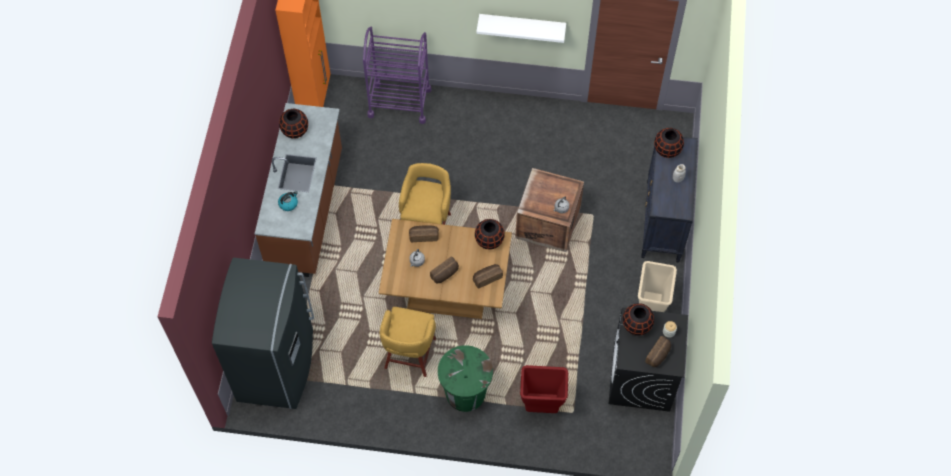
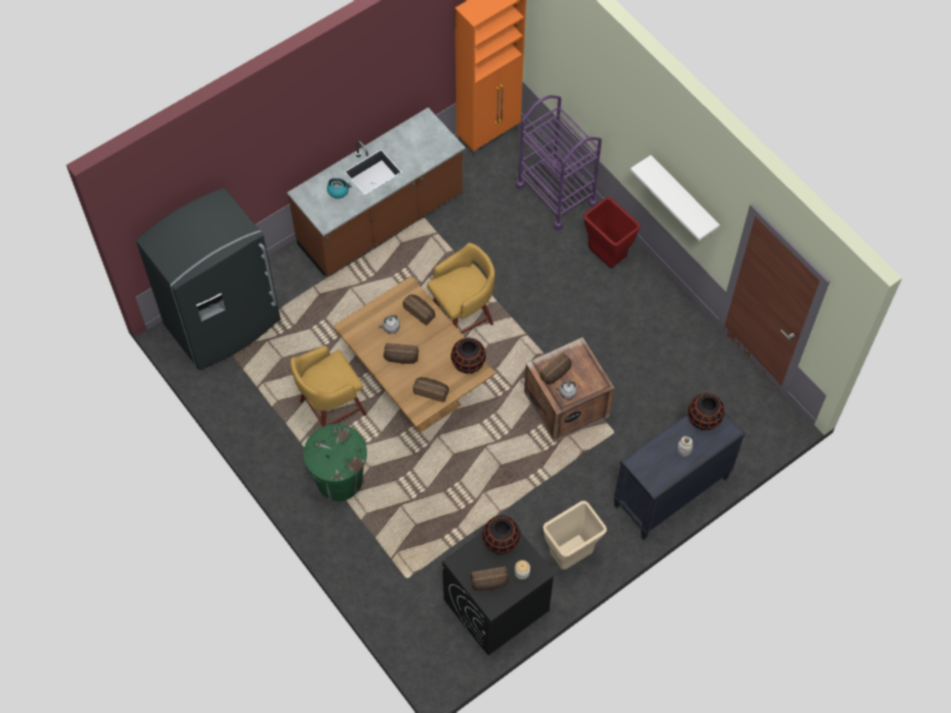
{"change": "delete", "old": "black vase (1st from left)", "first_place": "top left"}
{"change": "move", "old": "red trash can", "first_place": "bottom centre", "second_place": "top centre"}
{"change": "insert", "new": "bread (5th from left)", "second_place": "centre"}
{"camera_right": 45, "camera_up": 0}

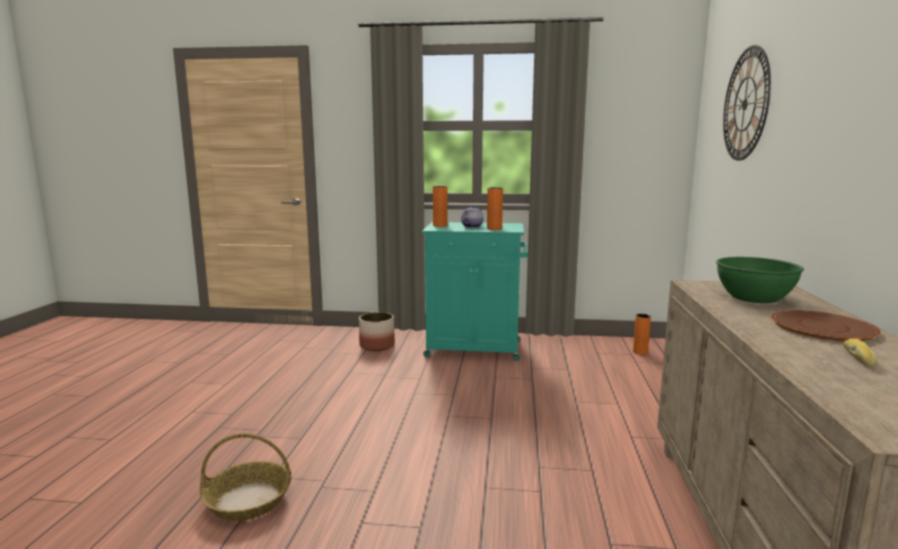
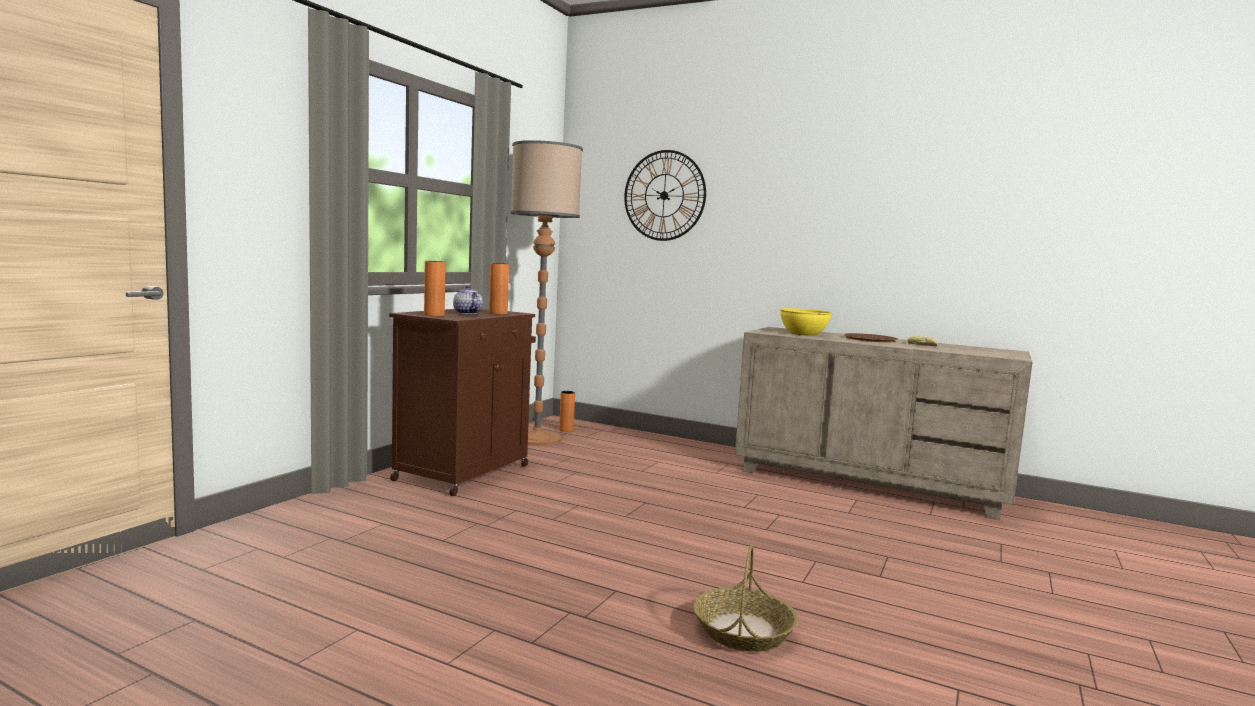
{"change": "recolor", "old": "turquoise cabinet", "new": "brown cabinet", "first_place": "centre", "second_place": "centre"}
{"change": "recolor", "old": "green bowl", "new": "yellow bowl", "first_place": "middle right", "second_place": "centre"}
{"change": "delete", "old": "planter", "first_place": "centre"}
{"change": "insert", "new": "floor lamp", "second_place": "centre"}
{"camera_right": -70, "camera_up": -5}

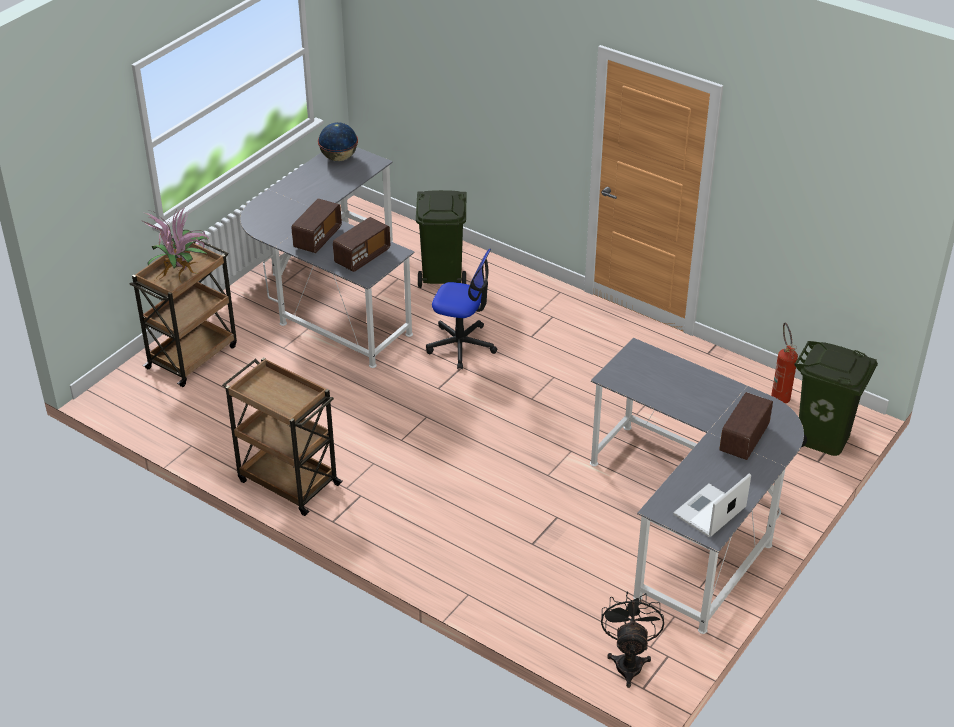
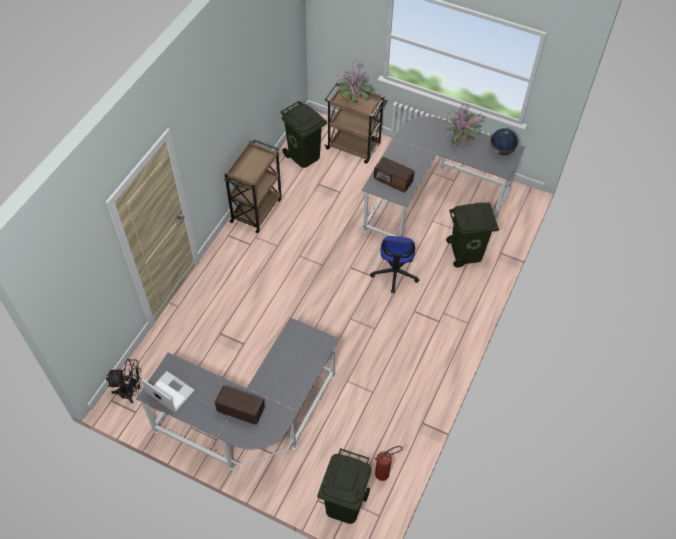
{"change": "delete", "old": "radio (1st from left)", "first_place": "top left"}
{"change": "insert", "new": "green trash can (1st from left)", "second_place": "top centre"}
{"change": "insert", "new": "potted plant (2nd from left)", "second_place": "top right"}
{"camera_right": 80, "camera_up": 15}

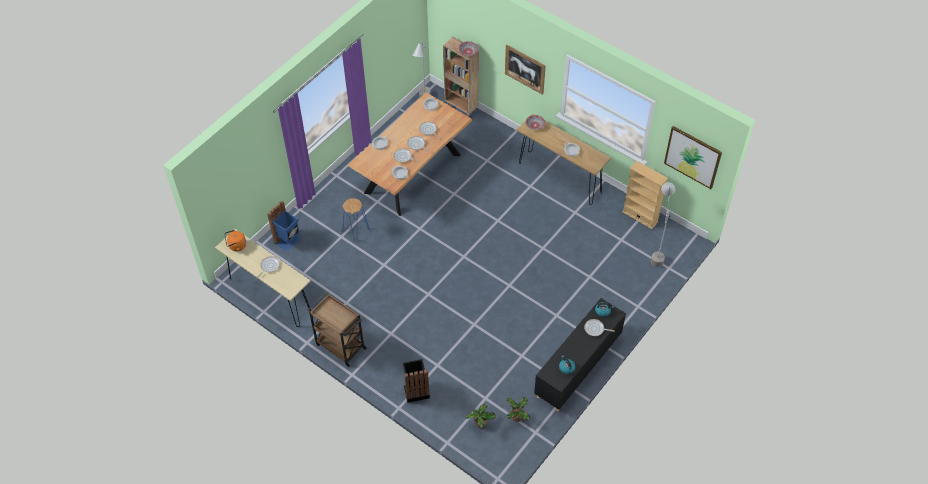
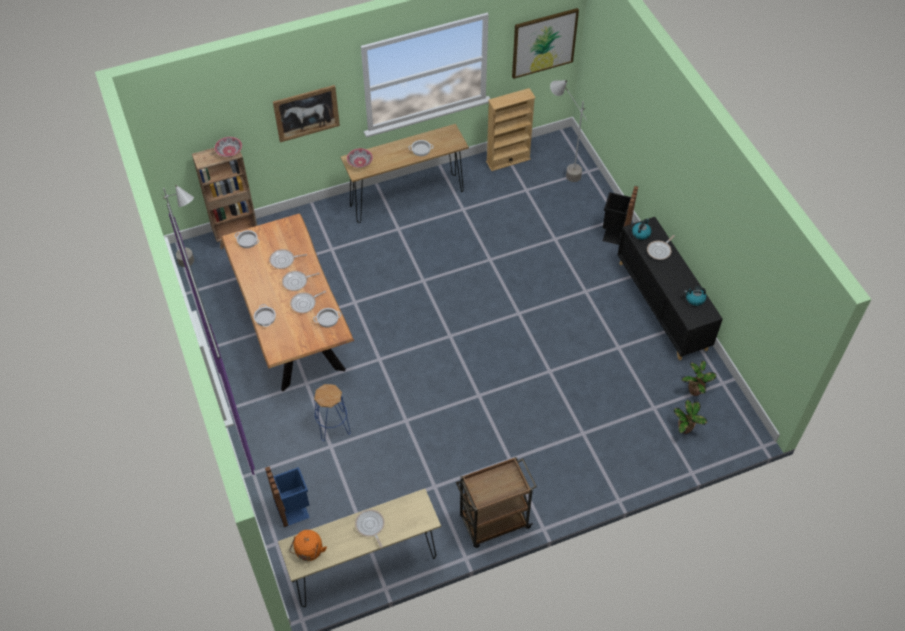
{"change": "move", "old": "black trash can", "first_place": "bottom centre", "second_place": "middle right"}
{"camera_right": -60, "camera_up": 0}

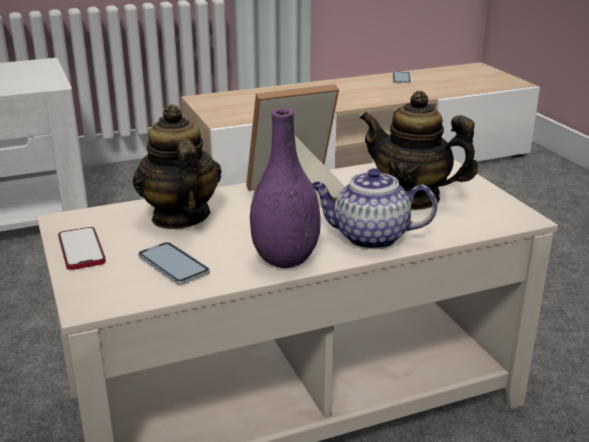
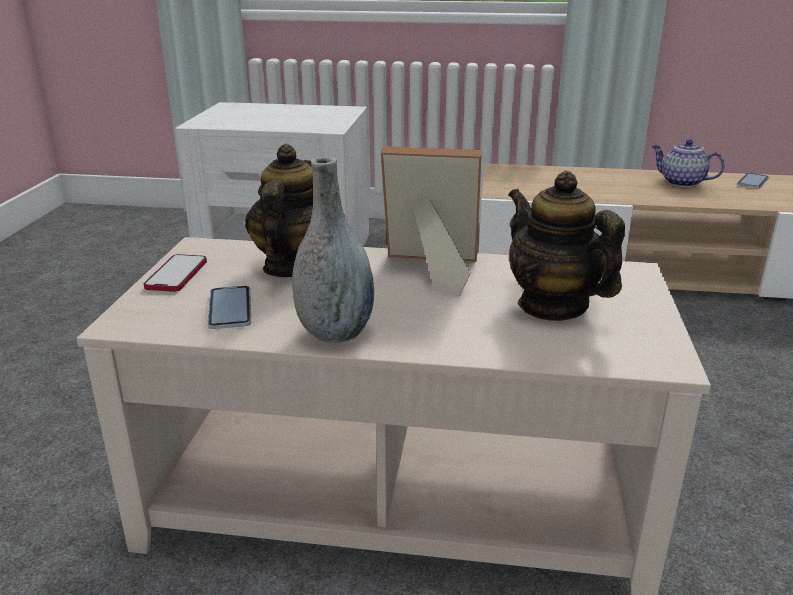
{"change": "recolor", "old": "purple vase", "new": "grey vase", "first_place": "centre", "second_place": "centre"}
{"change": "move", "old": "teapot (2nd from left in the first image)", "new": "teapot (3rd from left)", "first_place": "centre", "second_place": "top right"}
{"camera_right": 30, "camera_up": 0}

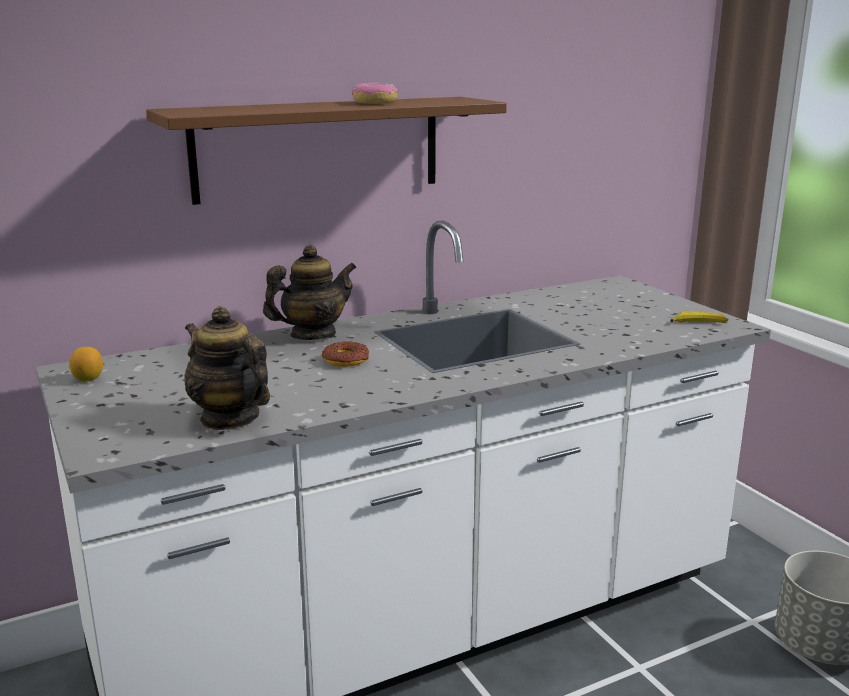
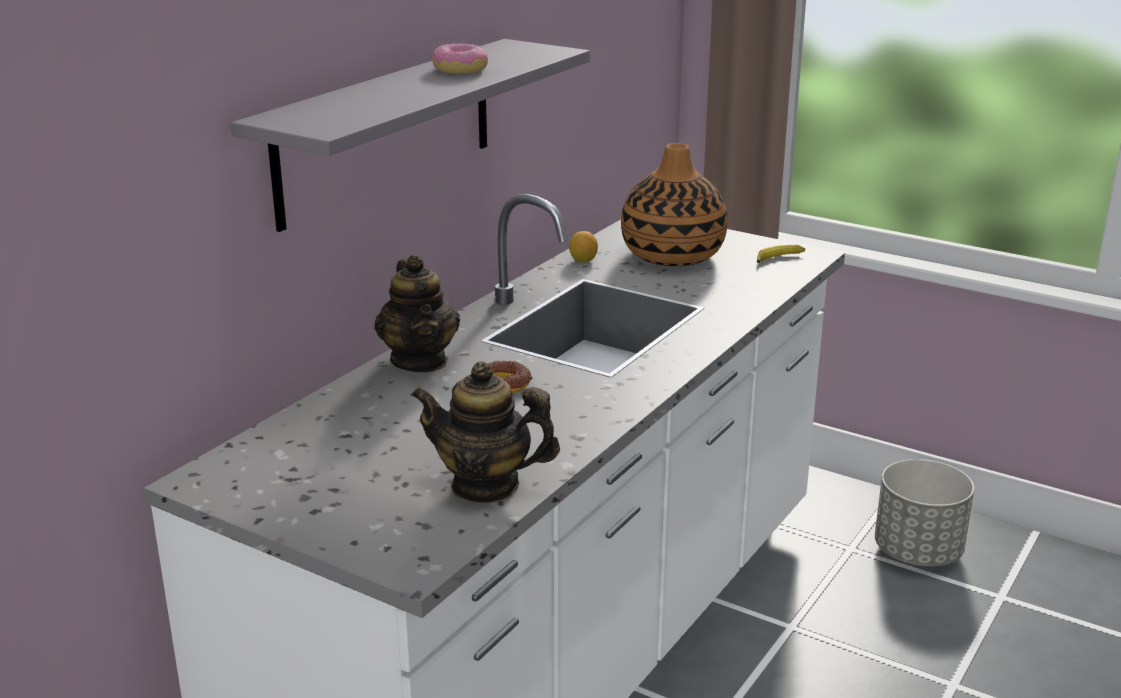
{"change": "recolor", "old": "brown shelf", "new": "grey shelf", "first_place": "top centre", "second_place": "top centre"}
{"change": "rotate", "old": "teapot (2nd from left in the first image)", "first_place": "centre", "second_place": "centre", "degrees": 135}
{"change": "move", "old": "lemon", "first_place": "middle left", "second_place": "centre"}
{"change": "insert", "new": "vase", "second_place": "top centre"}
{"camera_right": -30, "camera_up": 5}

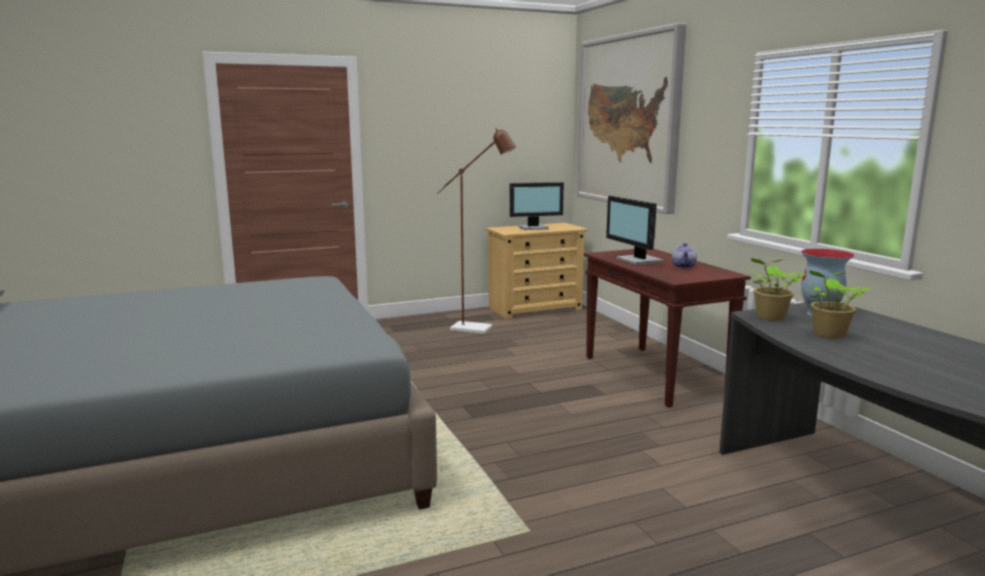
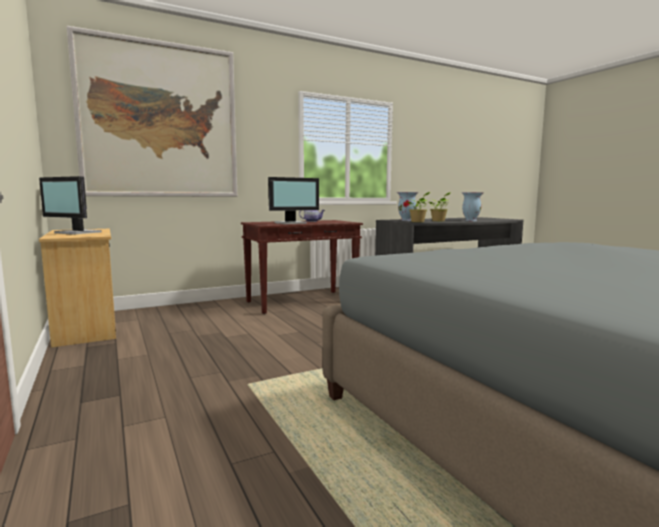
{"change": "delete", "old": "brown floor lamp", "first_place": "centre"}
{"change": "rotate", "old": "monitor (1st from left)", "first_place": "centre", "second_place": "middle left", "degrees": 135}
{"change": "insert", "new": "vase (2nd from left)", "second_place": "middle right"}
{"camera_right": -95, "camera_up": -5}

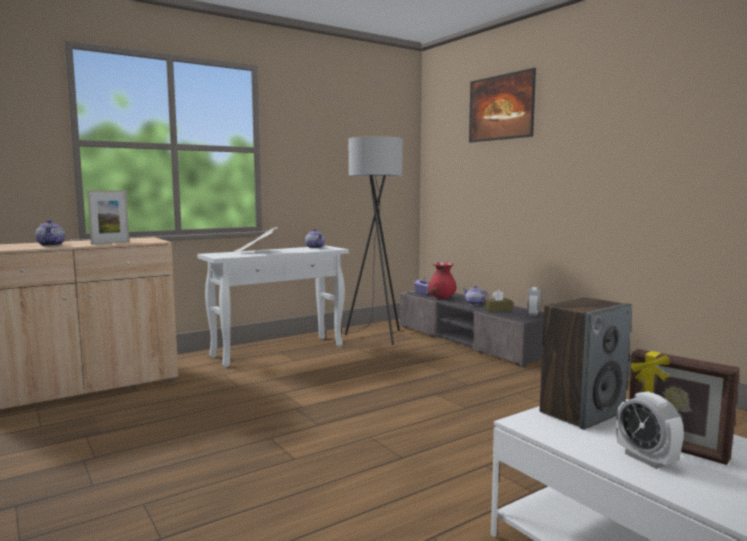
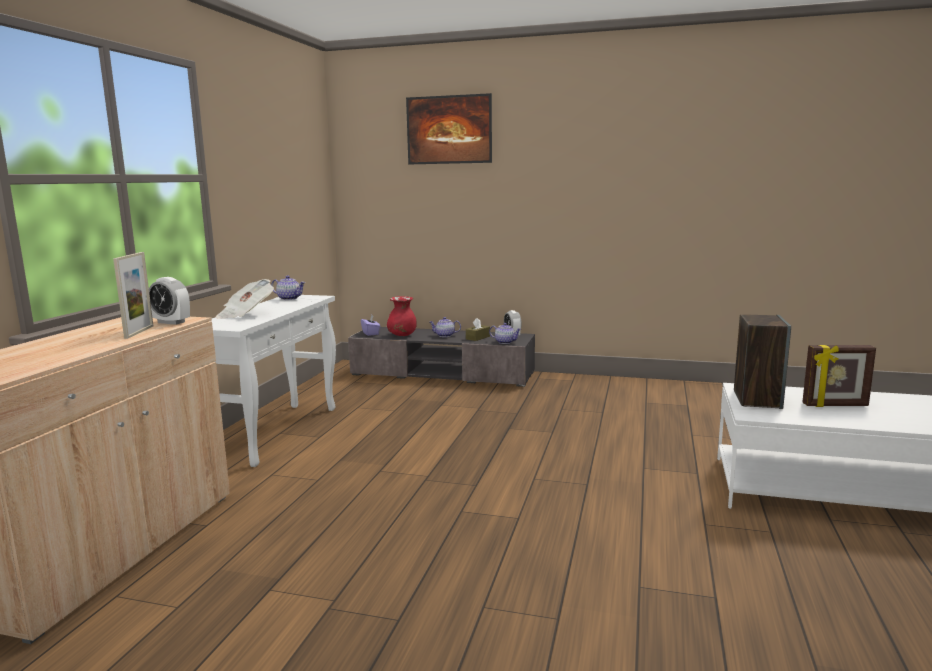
{"change": "delete", "old": "grey floor lamp", "first_place": "centre"}
{"change": "move", "old": "teapot (1st from left in the first image)", "new": "teapot (3rd from left)", "first_place": "middle left", "second_place": "centre"}
{"change": "move", "old": "alarm clock (2nd from left in the first image)", "new": "alarm clock (1st from left)", "first_place": "bottom right", "second_place": "middle left"}
{"camera_right": -40, "camera_up": 5}

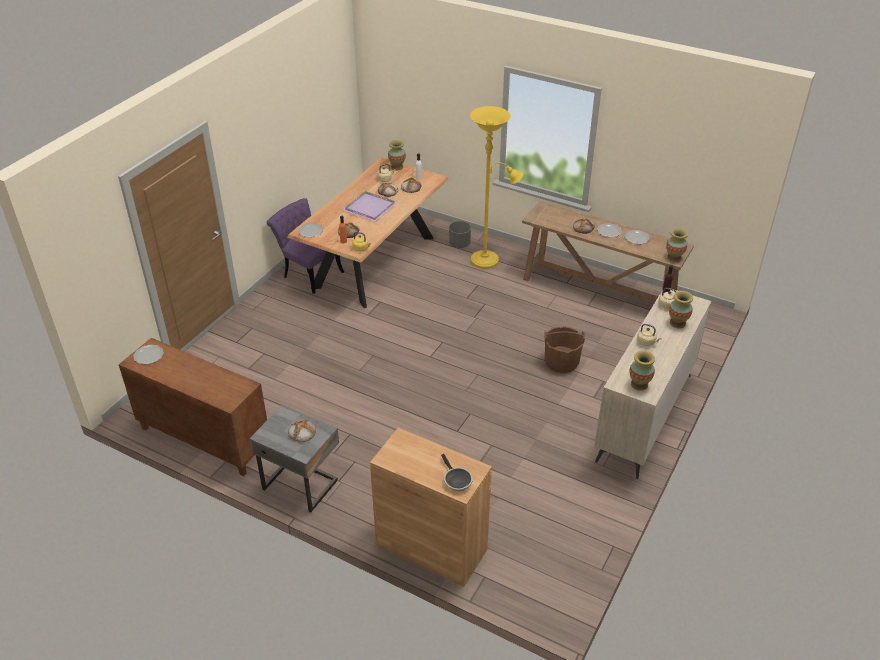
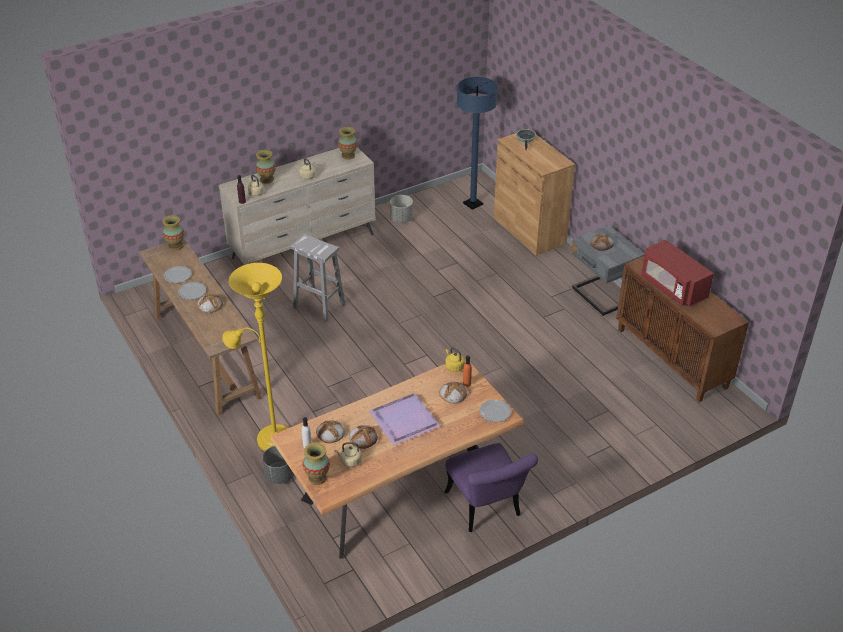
{"change": "replace", "old": "brown bucket", "new": "white stool", "first_place": "centre", "second_place": "centre"}
{"change": "delete", "old": "plate (1st from left)", "first_place": "middle left"}
{"change": "insert", "new": "blue floor lamp", "second_place": "top centre"}
{"change": "insert", "new": "grey planter (2nd from left)", "second_place": "top centre"}
{"change": "insert", "new": "red microwave", "second_place": "middle right"}
{"camera_right": -150, "camera_up": 0}

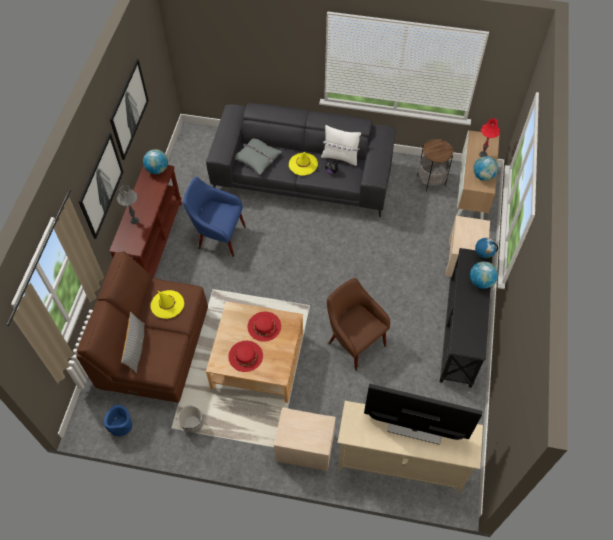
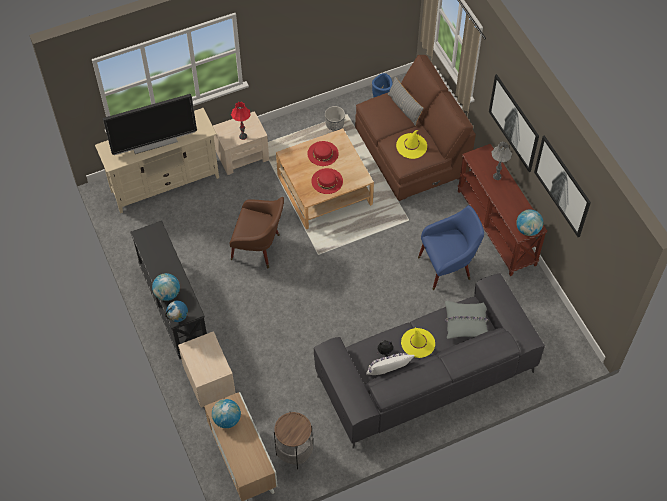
{"change": "move", "old": "red table lamp", "first_place": "top right", "second_place": "top centre"}
{"camera_right": 145, "camera_up": 0}

